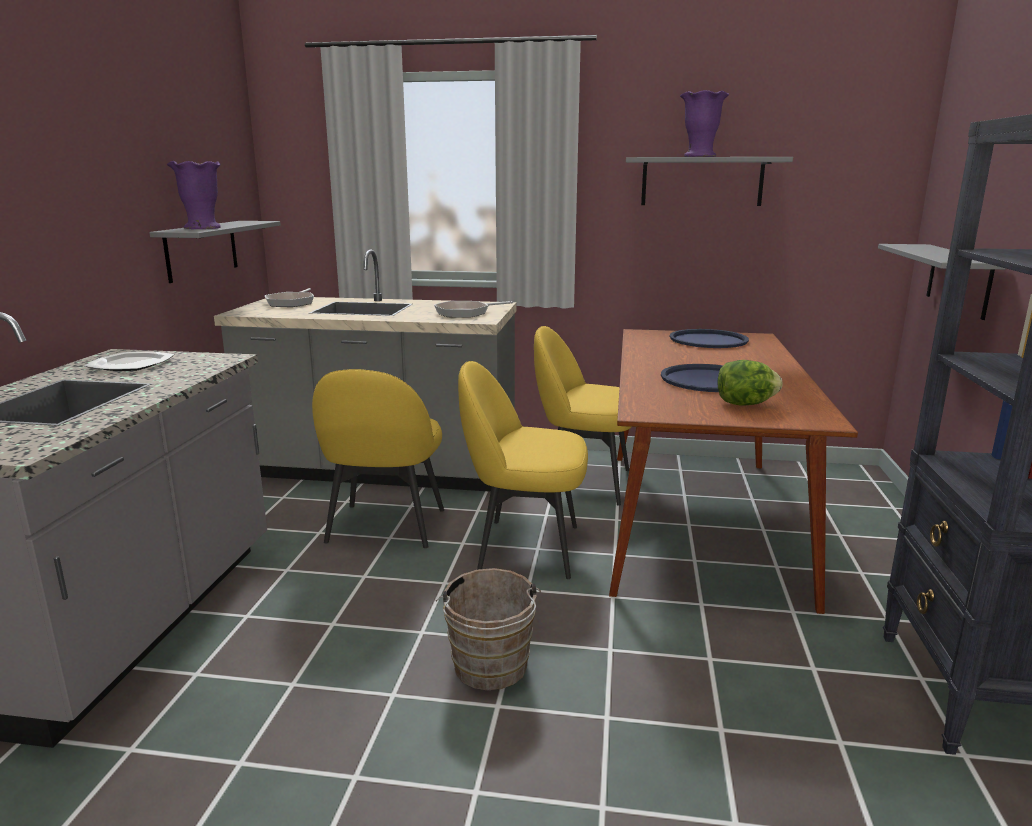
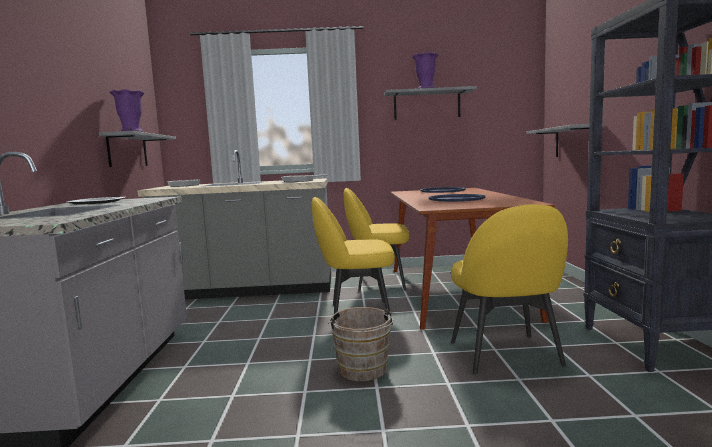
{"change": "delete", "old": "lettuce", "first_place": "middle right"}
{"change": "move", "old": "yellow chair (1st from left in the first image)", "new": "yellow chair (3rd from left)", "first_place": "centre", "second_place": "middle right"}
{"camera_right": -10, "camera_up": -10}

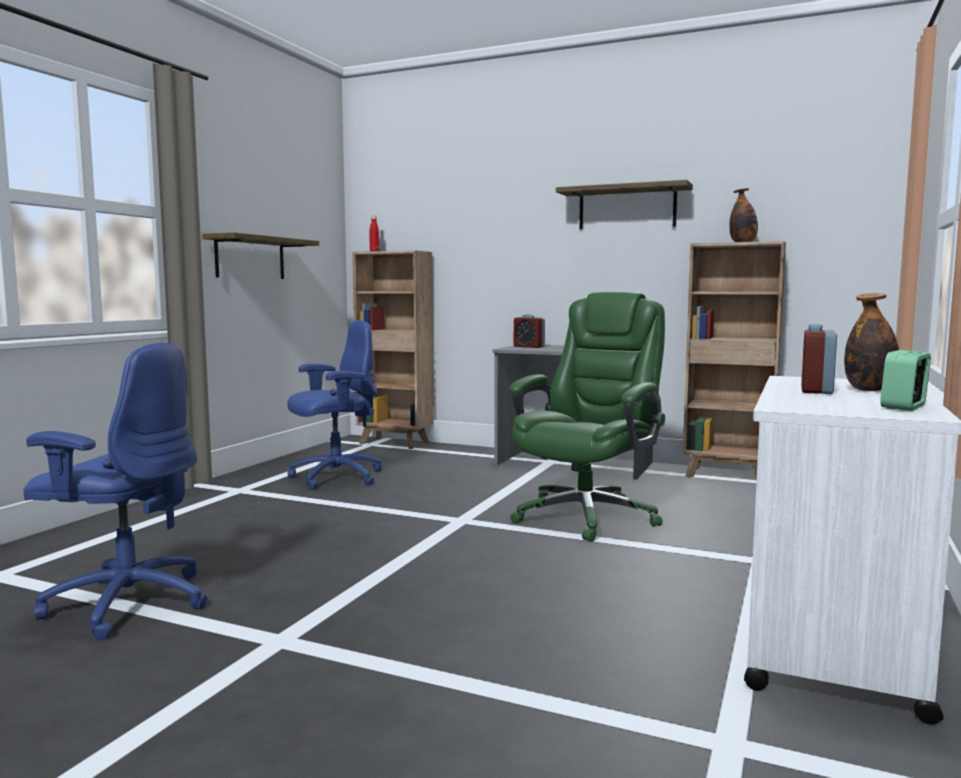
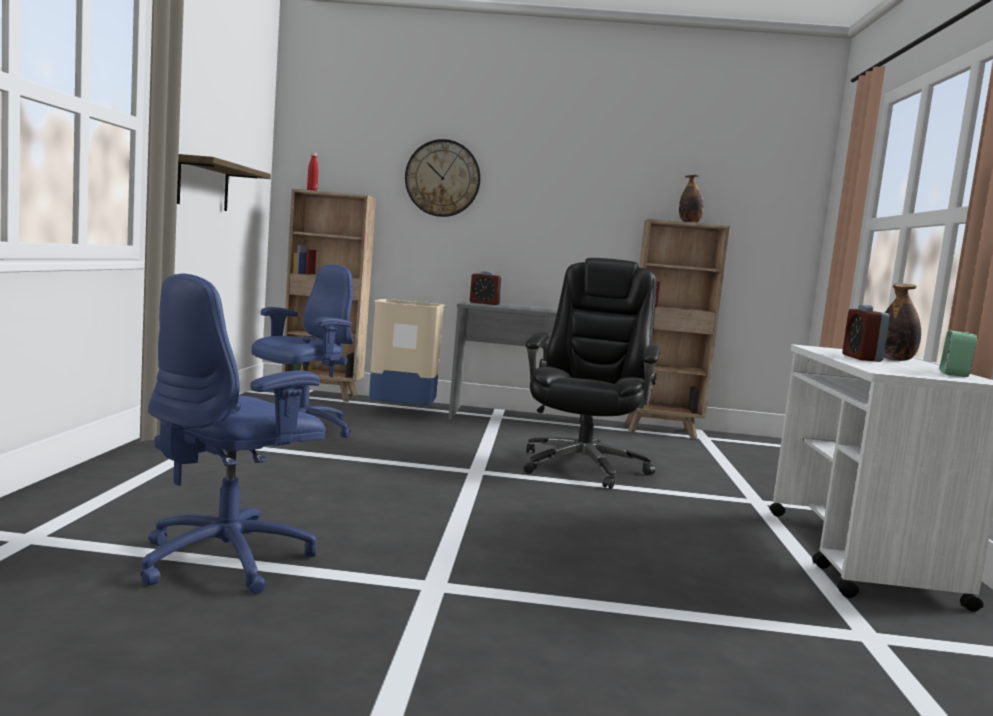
{"change": "delete", "old": "shelf (2nd from left)", "first_place": "top centre"}
{"change": "recolor", "old": "green office chair", "new": "black office chair", "first_place": "centre", "second_place": "centre"}
{"change": "rotate", "old": "blue office chair (1st from left)", "first_place": "middle left", "second_place": "middle left", "degrees": 135}
{"change": "insert", "new": "wall clock", "second_place": "top centre"}
{"change": "insert", "new": "beige trash can", "second_place": "centre"}
{"camera_right": -20, "camera_up": 0}

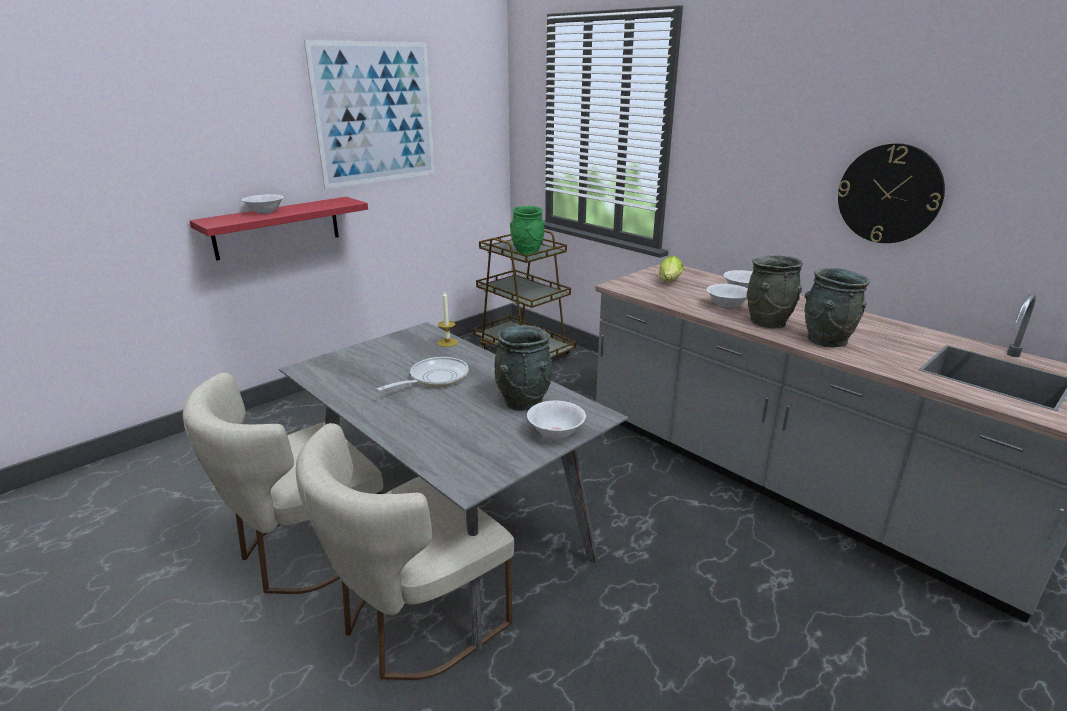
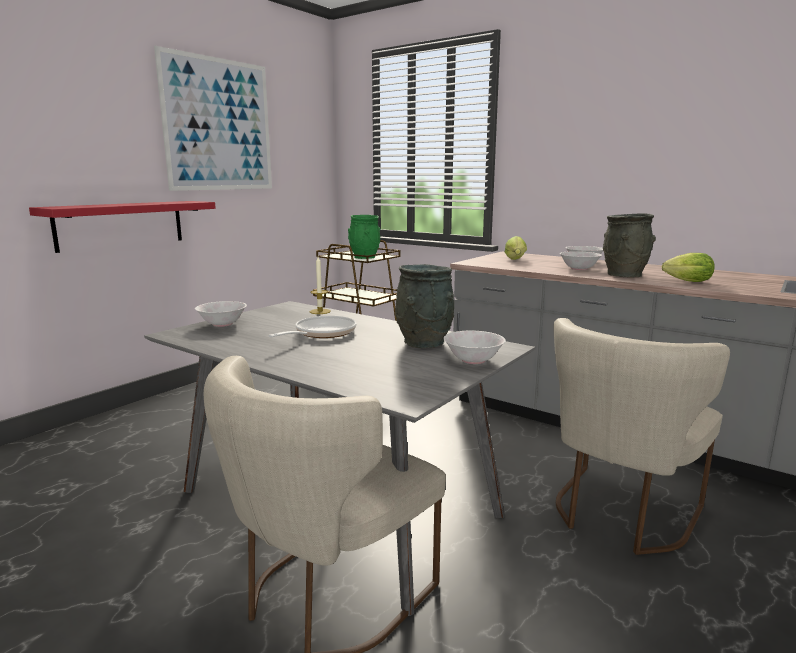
{"change": "delete", "old": "wall clock", "first_place": "top right"}
{"change": "move", "old": "white bowl (1st from left)", "first_place": "top left", "second_place": "middle left"}
{"change": "replace", "old": "grey vase (3rd from left)", "new": "lettuce (2nd from left)", "first_place": "middle right", "second_place": "middle right"}
{"change": "move", "old": "beige chair (1st from left in the first image)", "new": "beige chair (2nd from left)", "first_place": "bottom left", "second_place": "bottom right"}
{"camera_right": -10, "camera_up": -10}

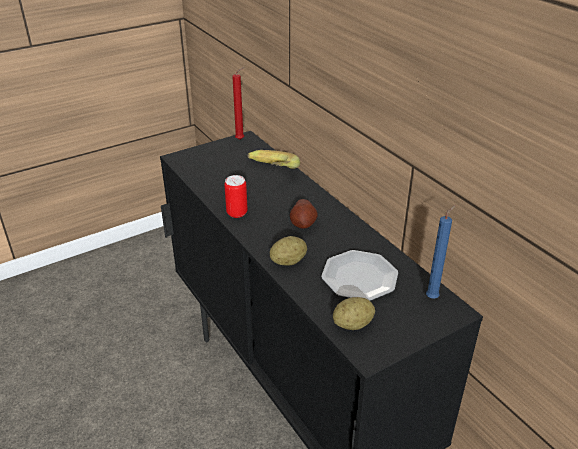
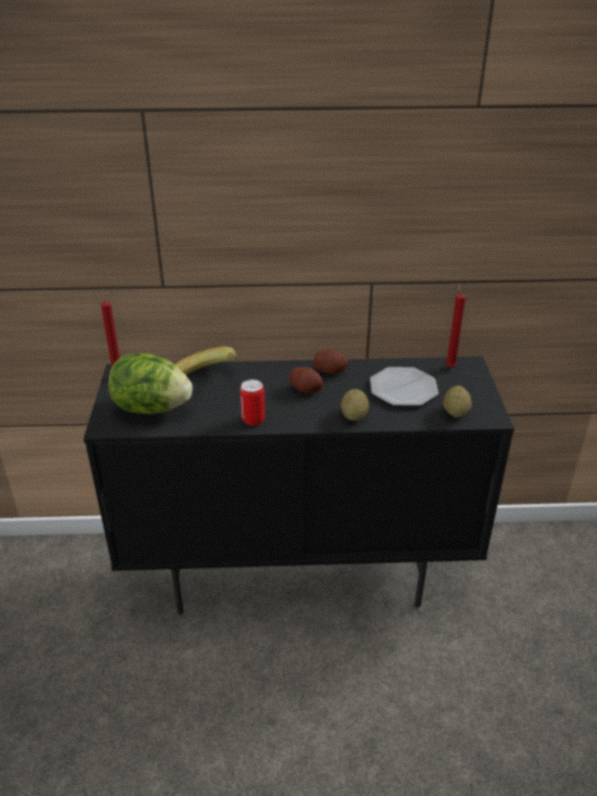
{"change": "recolor", "old": "blue candle", "new": "red candle (2nd from left)", "first_place": "middle right", "second_place": "middle right"}
{"change": "insert", "new": "potato (2nd from left)", "second_place": "centre"}
{"change": "insert", "new": "lettuce", "second_place": "middle left"}
{"camera_right": -60, "camera_up": 0}

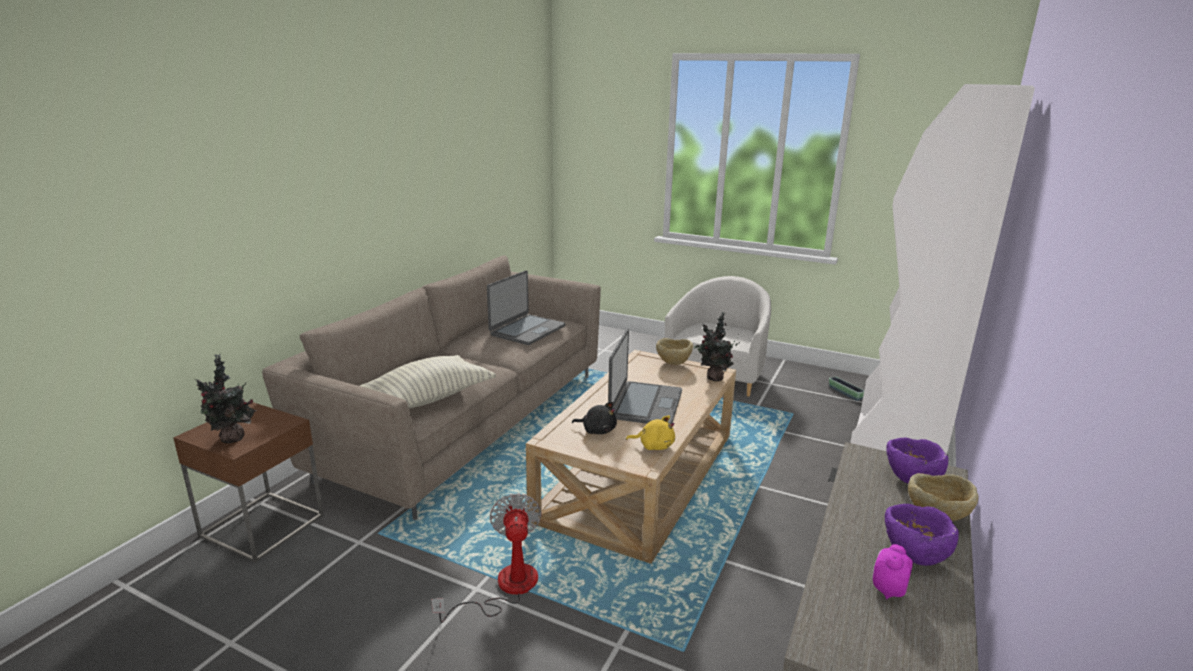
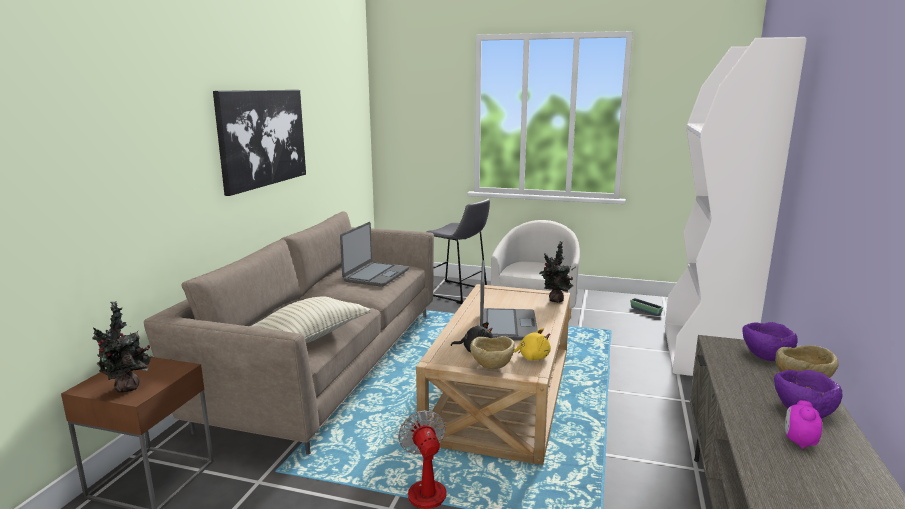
{"change": "move", "old": "beige bowl (1st from left)", "first_place": "centre", "second_place": "bottom centre"}
{"change": "insert", "new": "picture", "second_place": "top left"}
{"change": "insert", "new": "grey stool", "second_place": "centre"}
{"camera_right": -10, "camera_up": -5}

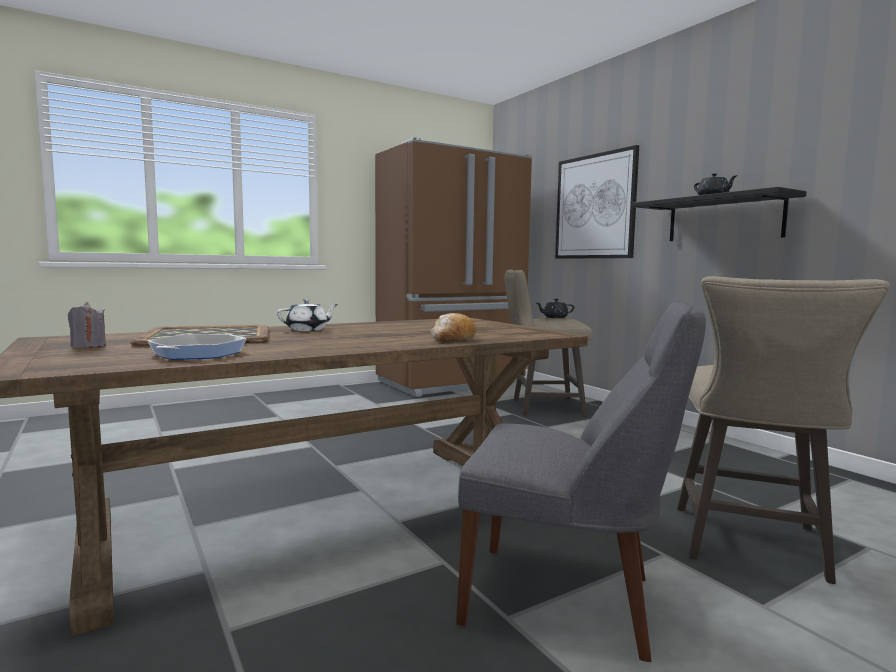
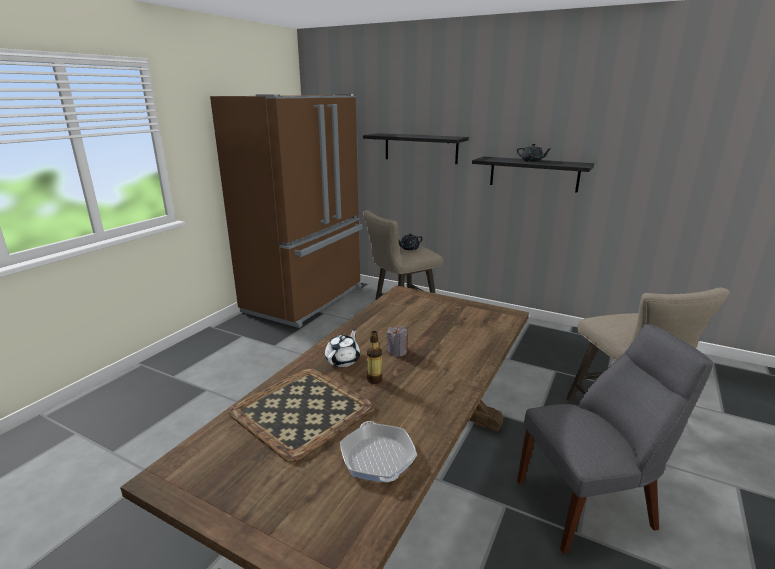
{"change": "replace", "old": "picture", "new": "black shelf (1st from left)", "first_place": "top centre", "second_place": "top centre"}
{"change": "move", "old": "grey candle", "first_place": "middle left", "second_place": "centre"}
{"change": "delete", "old": "bread", "first_place": "centre"}
{"change": "insert", "new": "bottle", "second_place": "centre"}
{"camera_right": -30, "camera_up": 15}

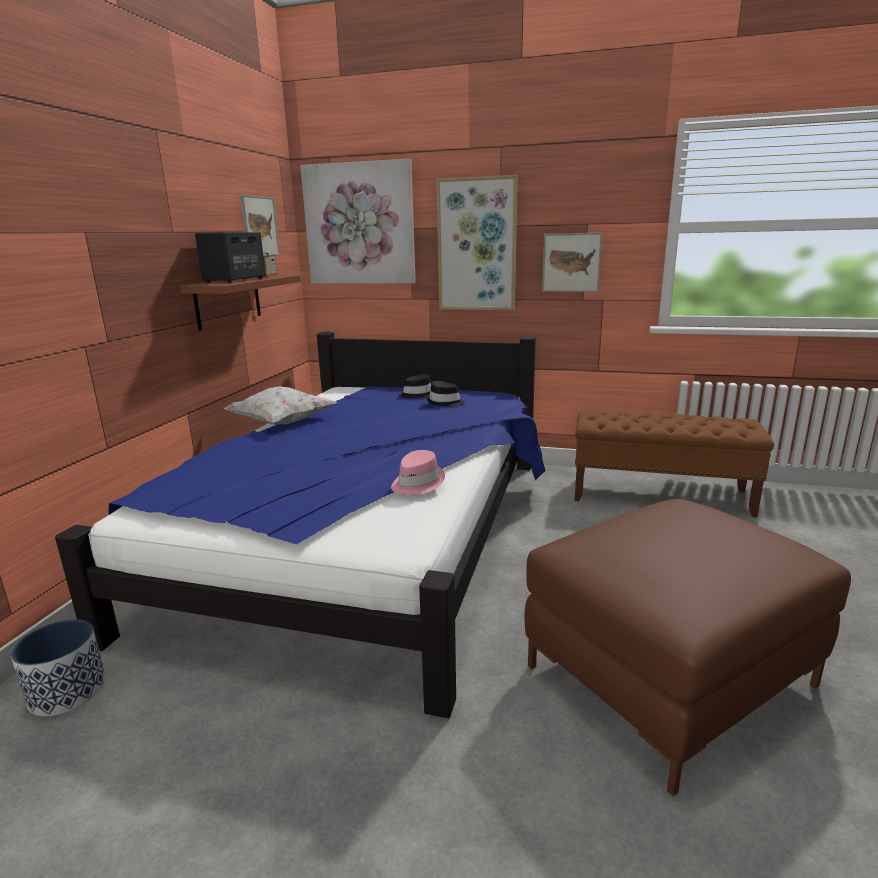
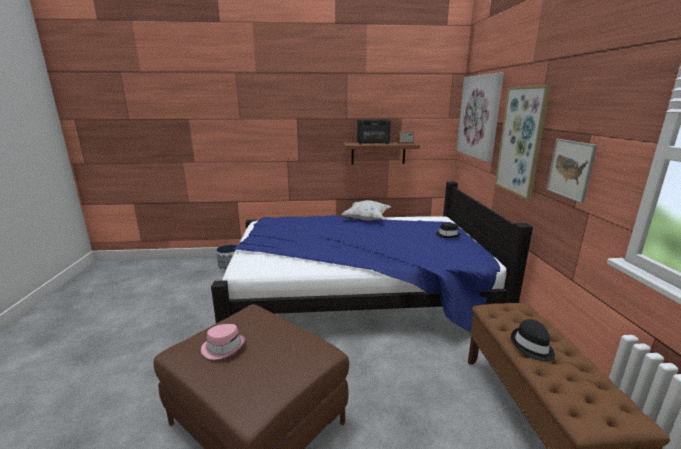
{"change": "delete", "old": "picture (1st from left)", "first_place": "top left"}
{"change": "move", "old": "black hat (2nd from left)", "first_place": "centre", "second_place": "bottom right"}
{"change": "move", "old": "pink hat", "first_place": "centre", "second_place": "bottom left"}
{"camera_right": 70, "camera_up": 0}

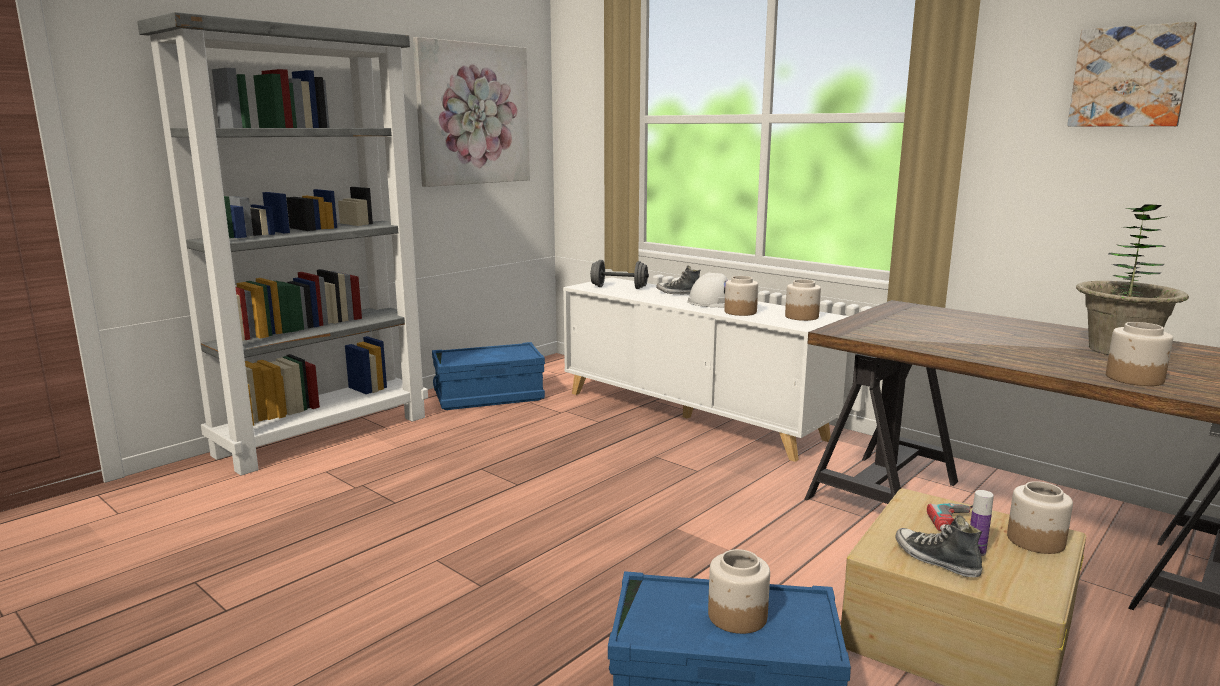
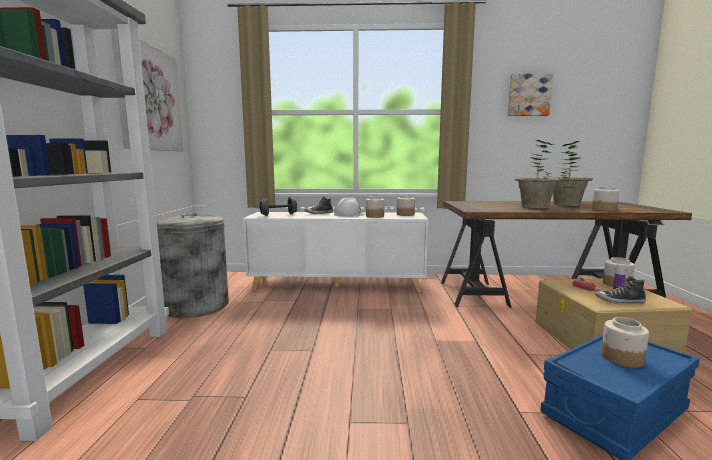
{"change": "replace", "old": "blue storage box (1st from left)", "new": "grey trash can", "first_place": "centre", "second_place": "middle left"}
{"change": "insert", "new": "potted plant (1st from left)", "second_place": "middle right"}
{"camera_right": -40, "camera_up": -5}

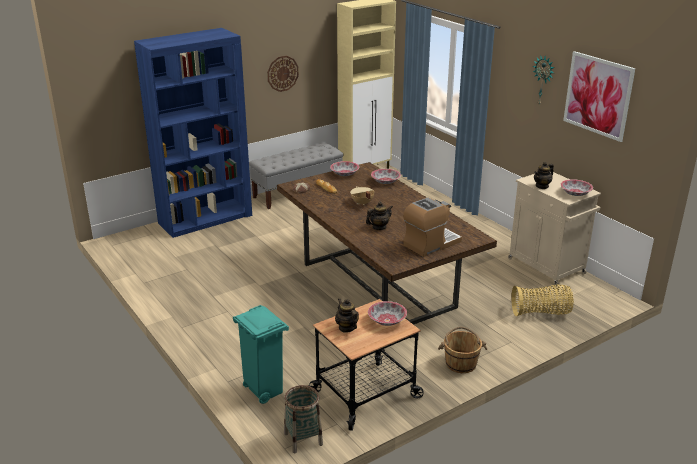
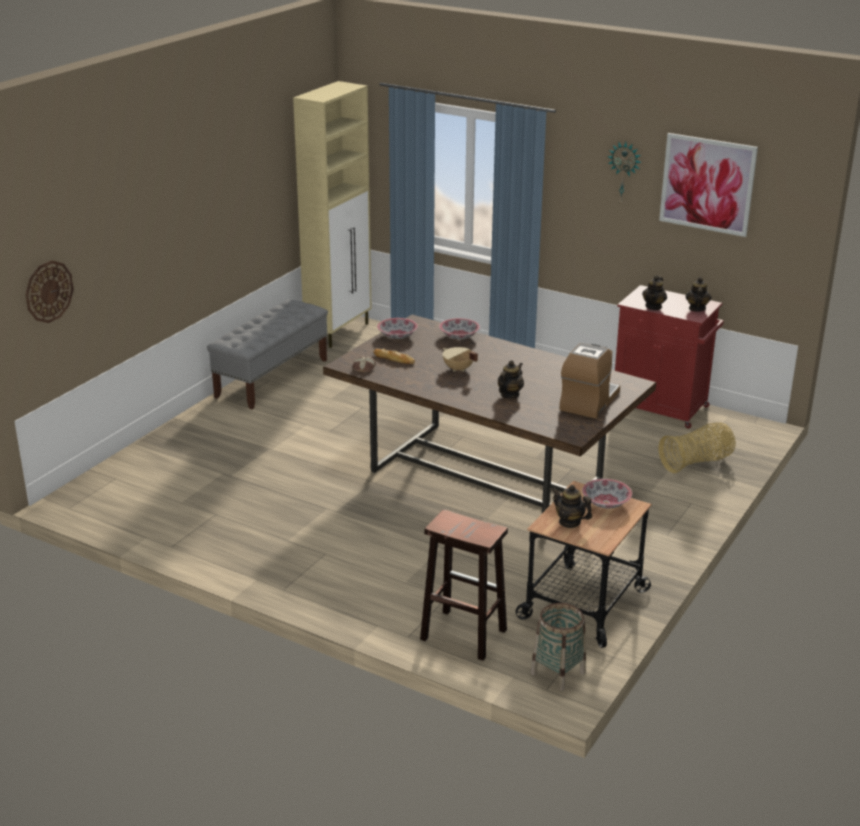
{"change": "delete", "old": "blue bookcase", "first_place": "top left"}
{"change": "move", "old": "wall clock (1st from left)", "first_place": "top centre", "second_place": "middle left"}
{"change": "recolor", "old": "beige cabinet (2nd from left)", "new": "red cabinet", "first_place": "middle right", "second_place": "middle right"}
{"change": "replace", "old": "bowl (4th from left)", "new": "teapot (4th from left)", "first_place": "middle right", "second_place": "middle right"}
{"change": "replace", "old": "turquoise trash can", "new": "brown stool", "first_place": "bottom centre", "second_place": "bottom centre"}
{"change": "delete", "old": "brown bucket", "first_place": "bottom centre"}
{"camera_right": -25, "camera_up": 0}

